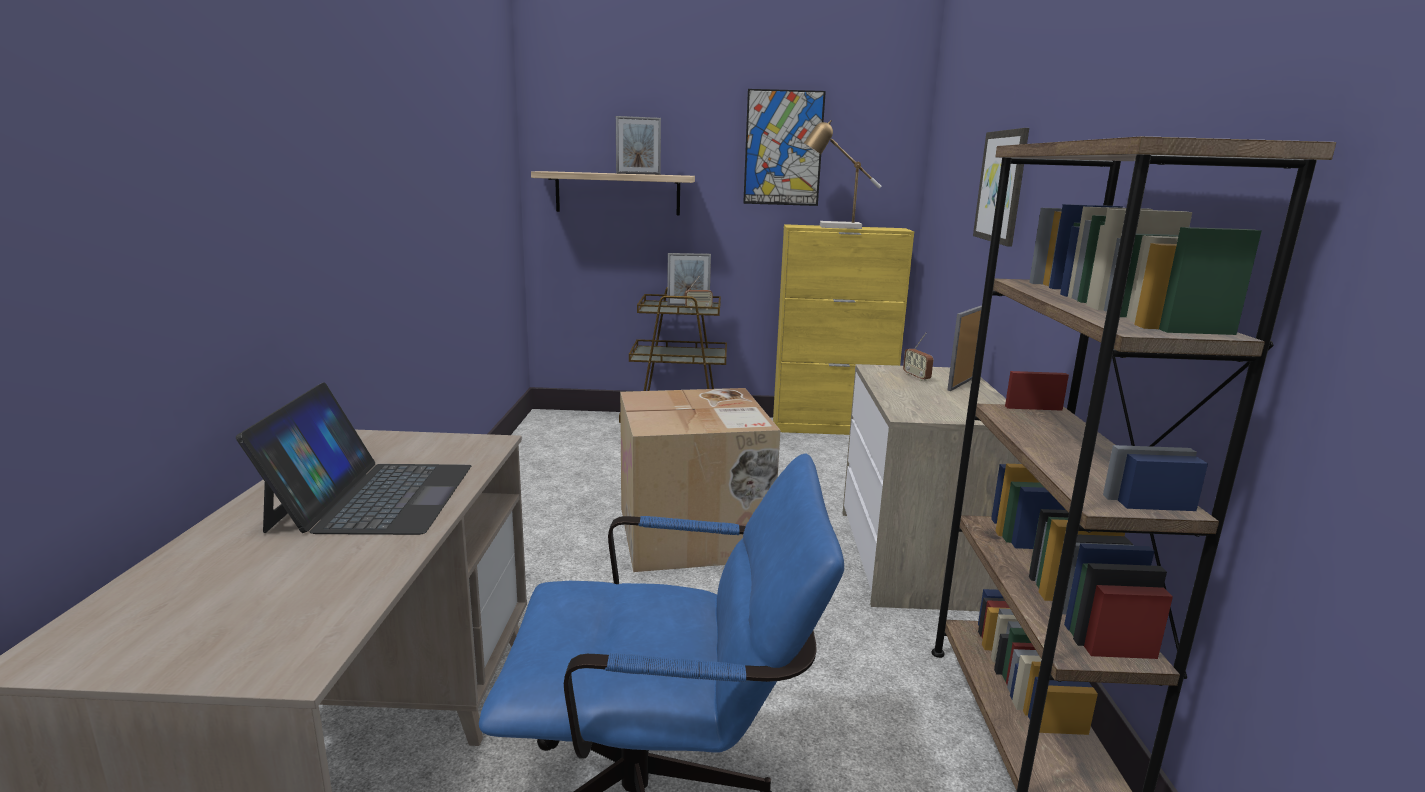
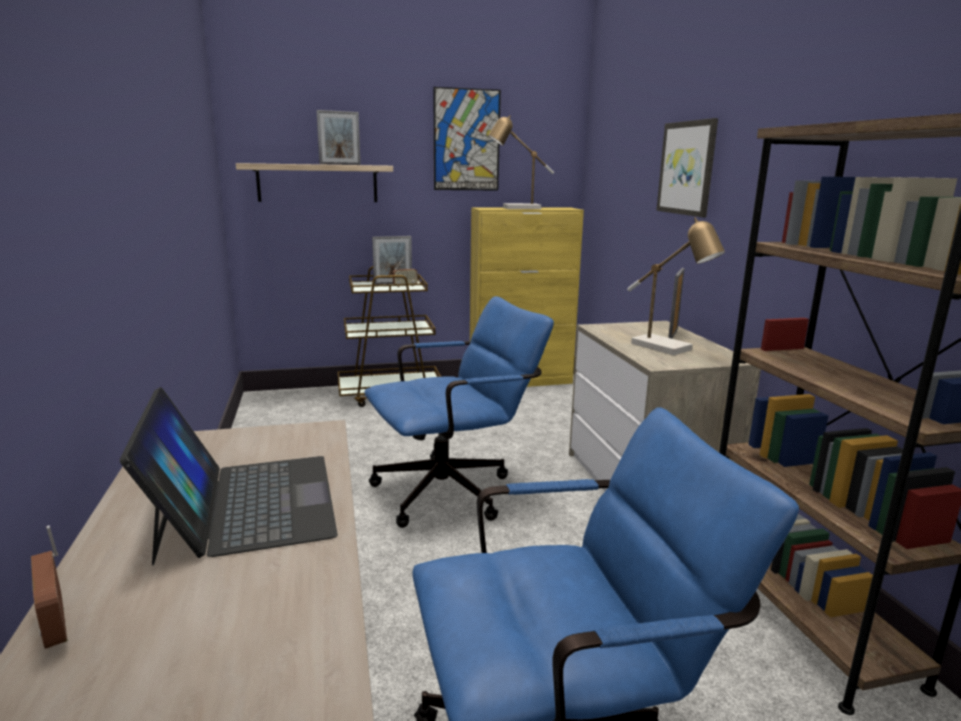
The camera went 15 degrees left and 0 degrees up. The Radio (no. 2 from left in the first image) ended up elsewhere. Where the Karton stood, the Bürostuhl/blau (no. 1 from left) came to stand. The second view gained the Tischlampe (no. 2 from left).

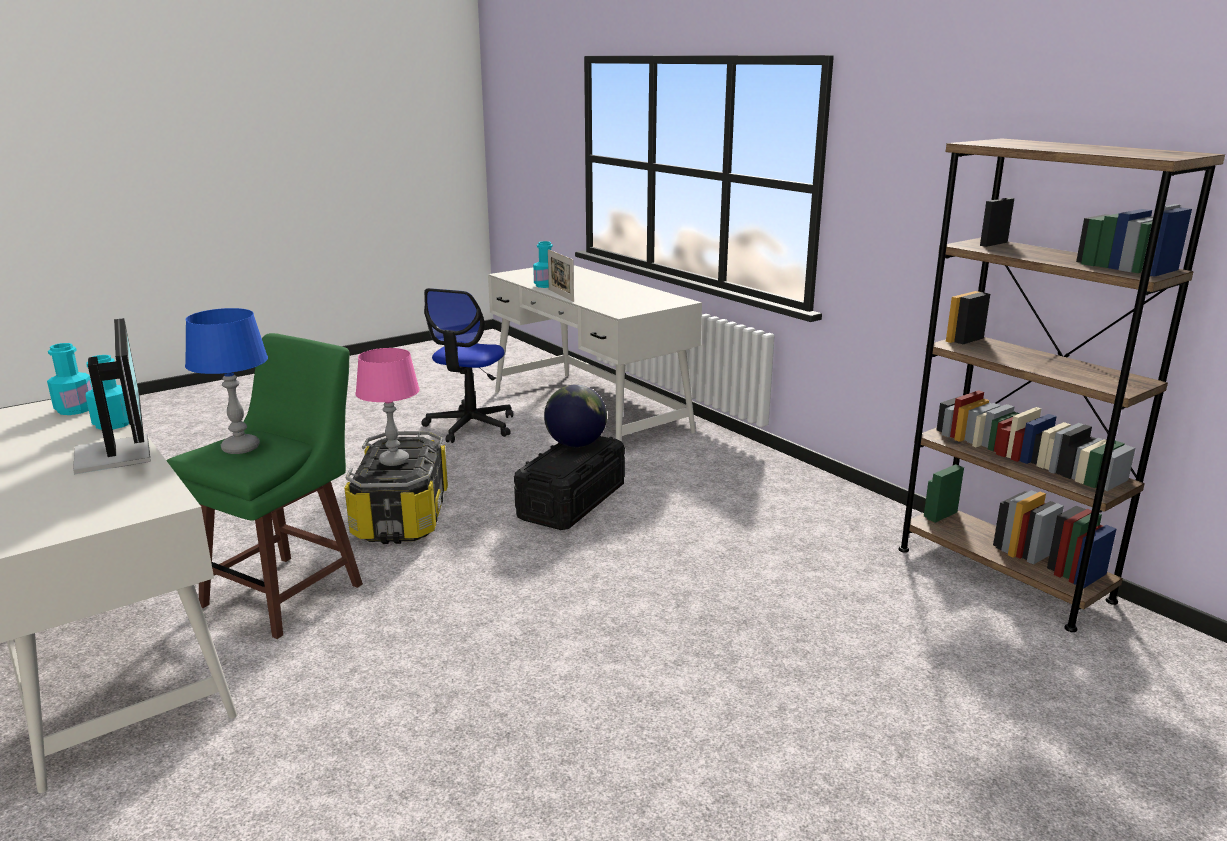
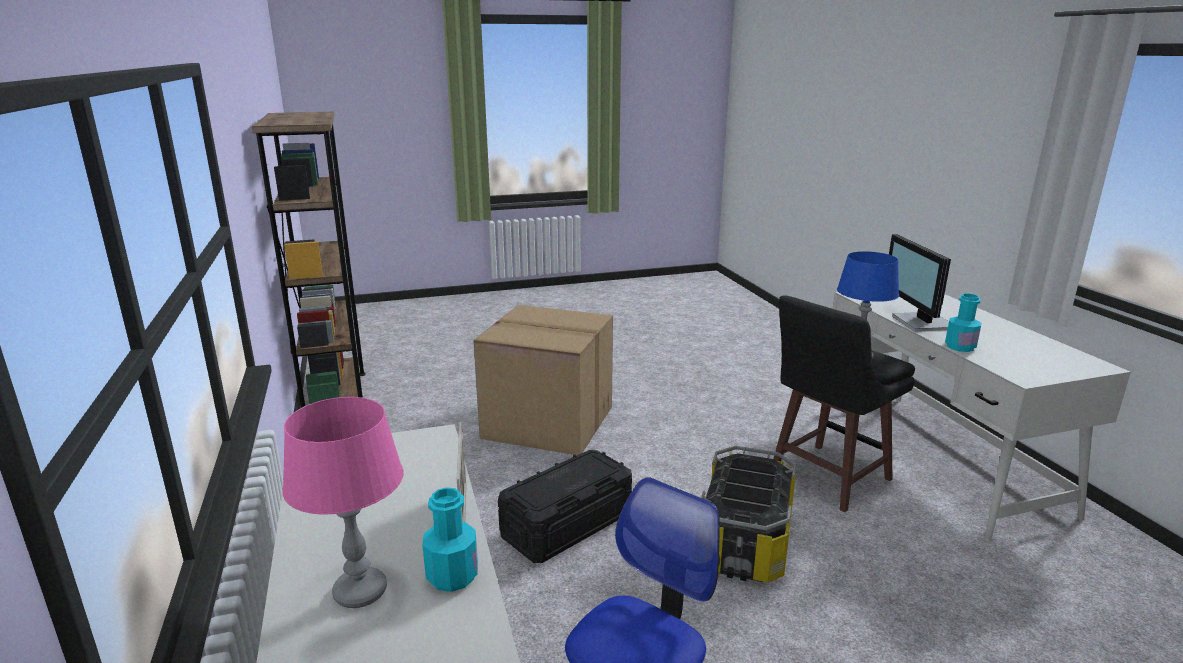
The camera went 160 degrees left and 0 degrees up. What was the Hocker/grün turned into the Hocker/schwarz. The second view lost the Flasche/türkis (no. 1 from left). The Tischlampe/rosa ended up elsewhere. The second view lost the Globus. The second view gained the Karton.

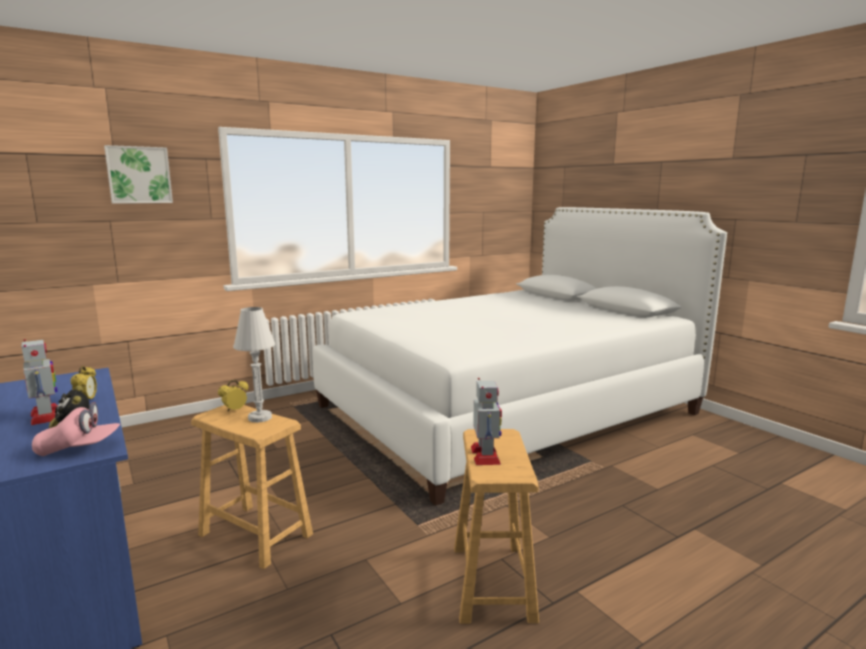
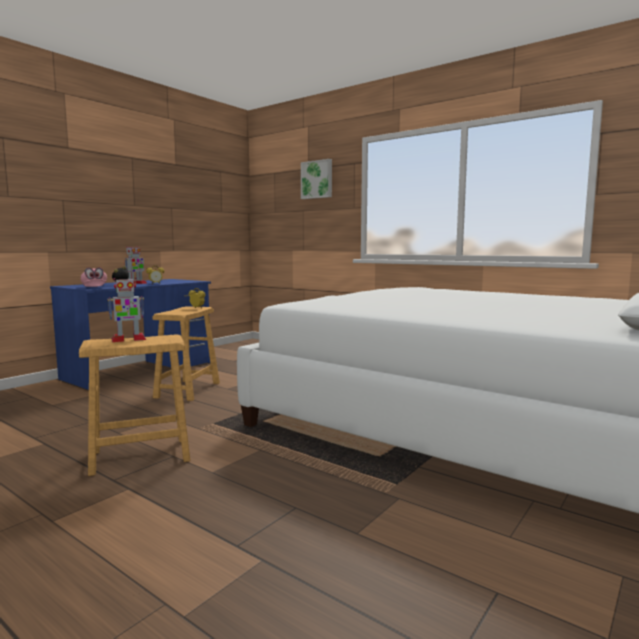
The camera went 70 degrees right and 5 degrees down. The second view lost the Tischlampe/weiß.

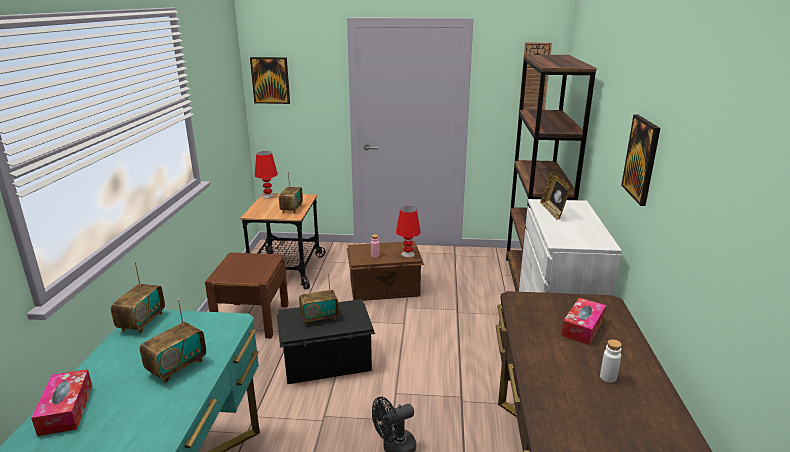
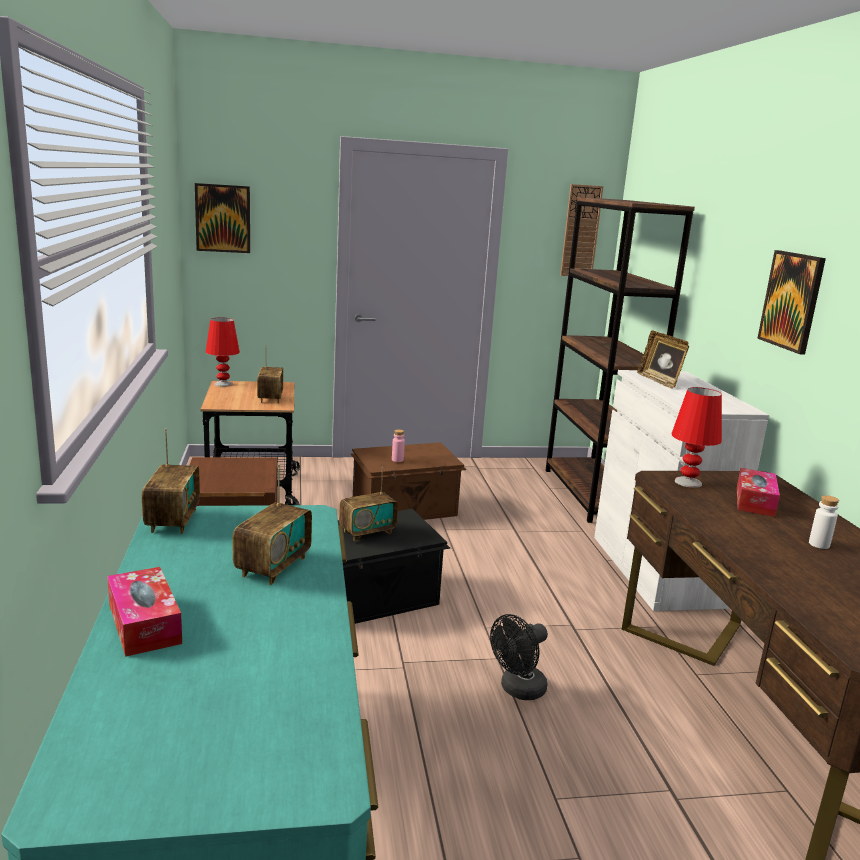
The camera went 15 degrees left and 5 degrees down. The Tischlampe/rot (no. 2 from left) ended up elsewhere.

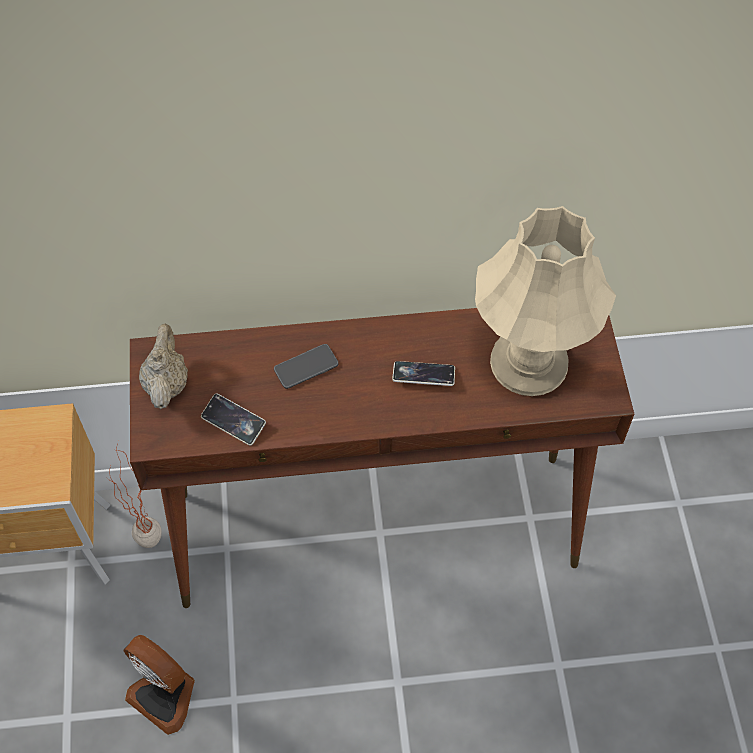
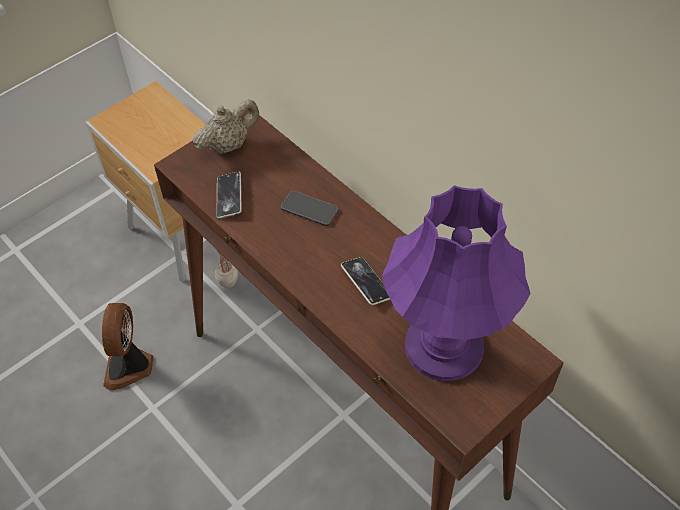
The camera went 55 degrees right and 5 degrees down. What was the Tischlampe/beige turned into the Tischlampe/lila.

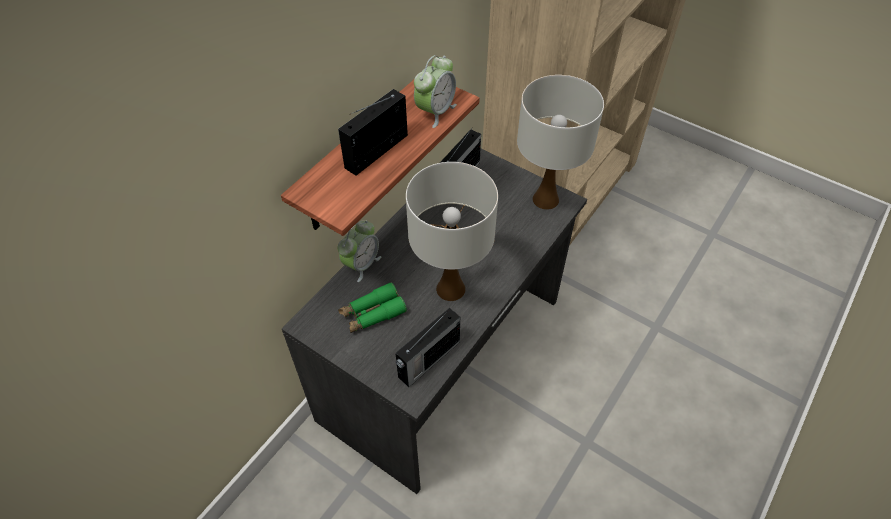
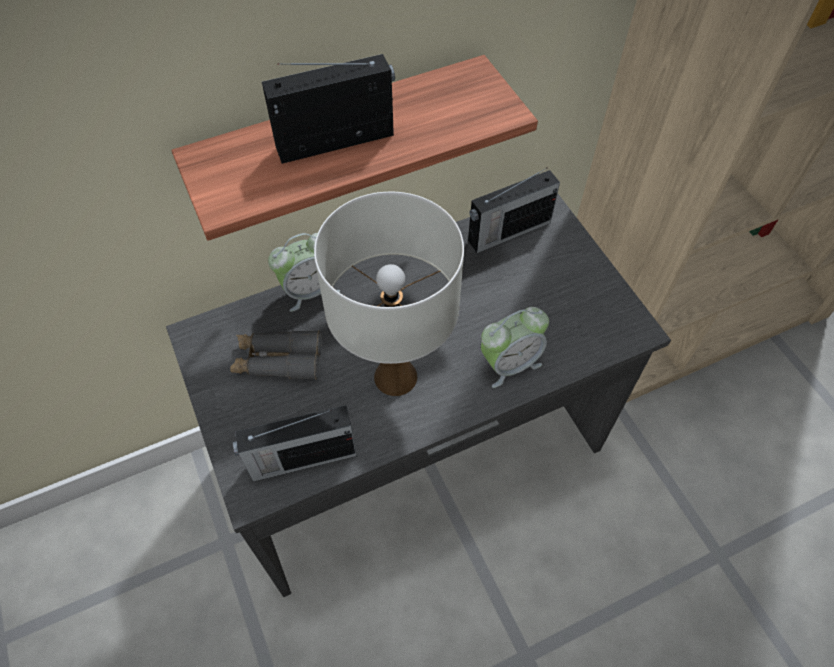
The camera went 30 degrees right and 5 degrees up. The Wecker (no. 2 from left) ended up elsewhere. The second view lost the Tischlampe/weiß (no. 2 from left). What was the Fernglas/grün turned into the Fernglas/grau.

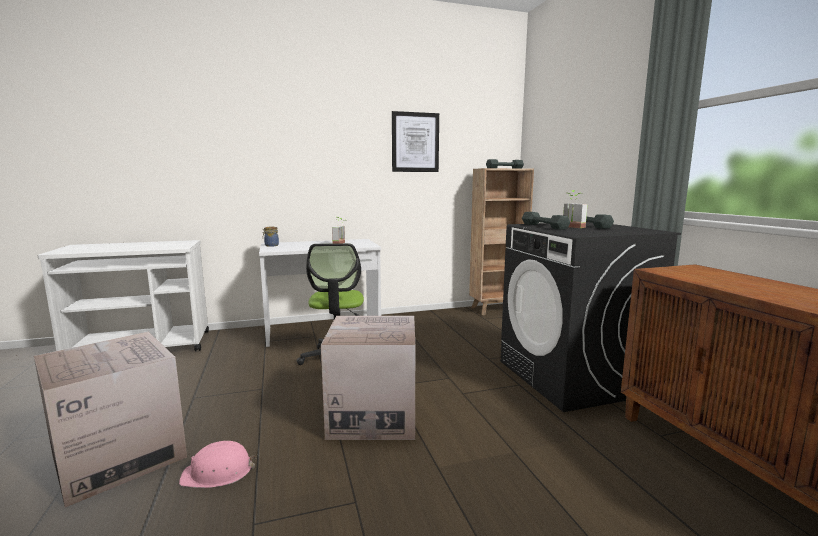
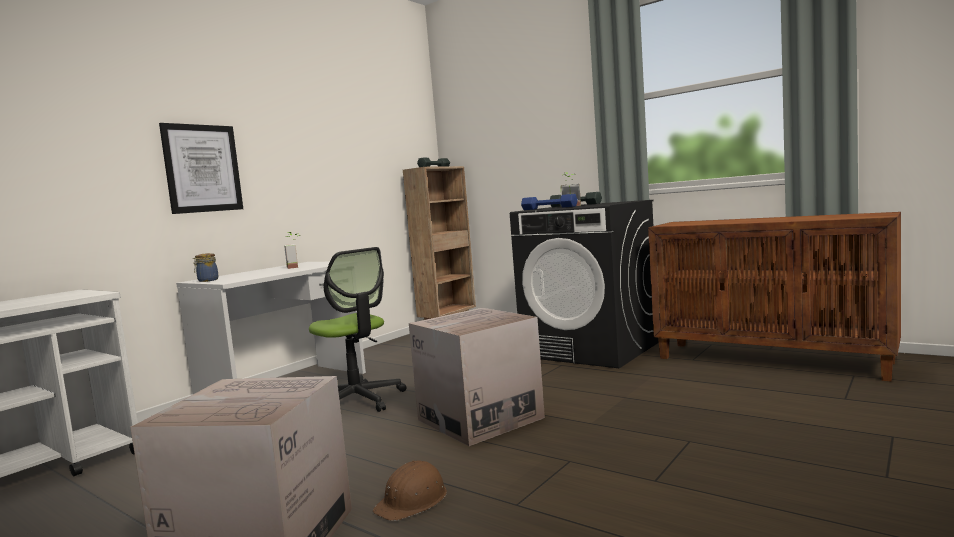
The camera went 35 degrees left and 5 degrees down. The Bild ended up elsewhere. What was the Hantel/grau (no. 2 from left) turned into the Hantel/blau. What was the Schutzhelm/rosa turned into the Schutzhelm/braun.

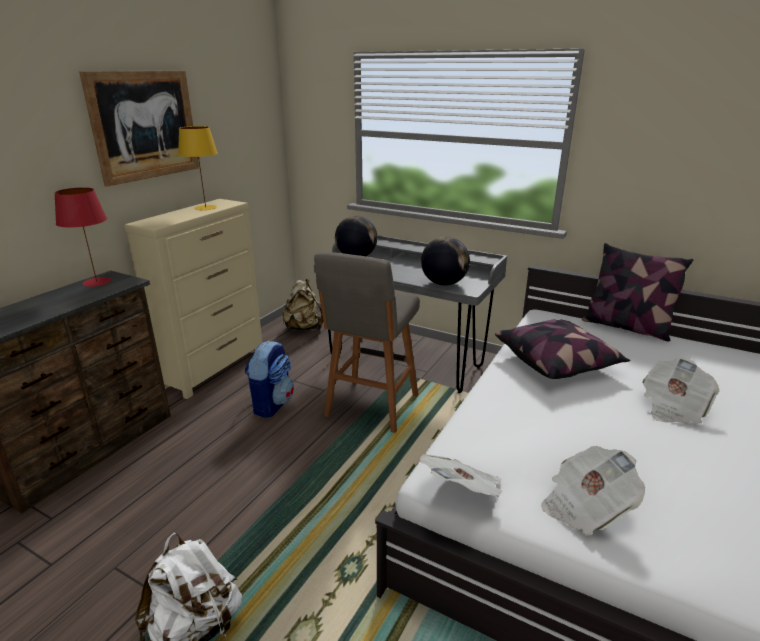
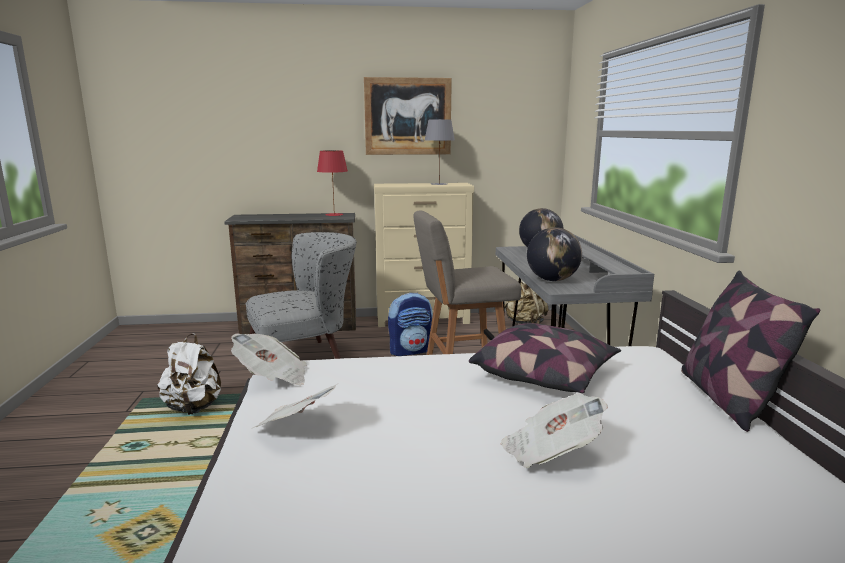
The camera went 55 degrees right and 10 degrees down. What was the Tischlampe/gelb turned into the Tischlampe/grau. The second view gained the Sessel/grau.

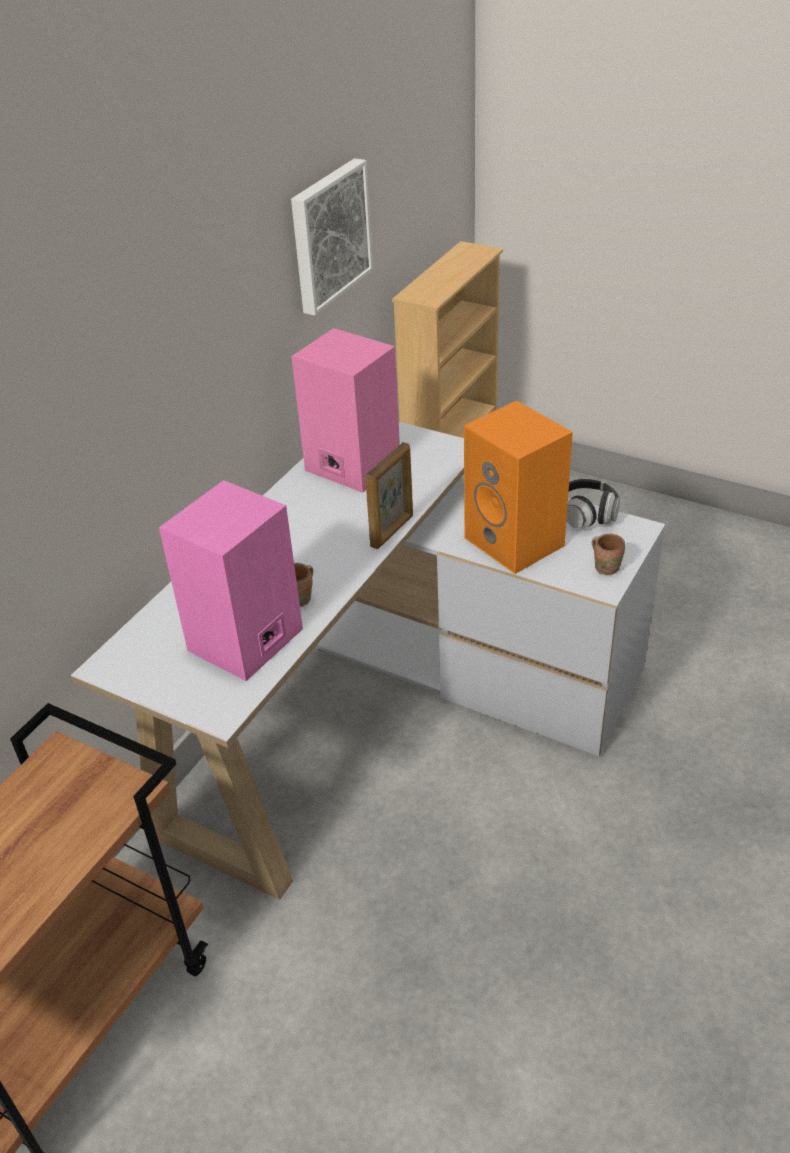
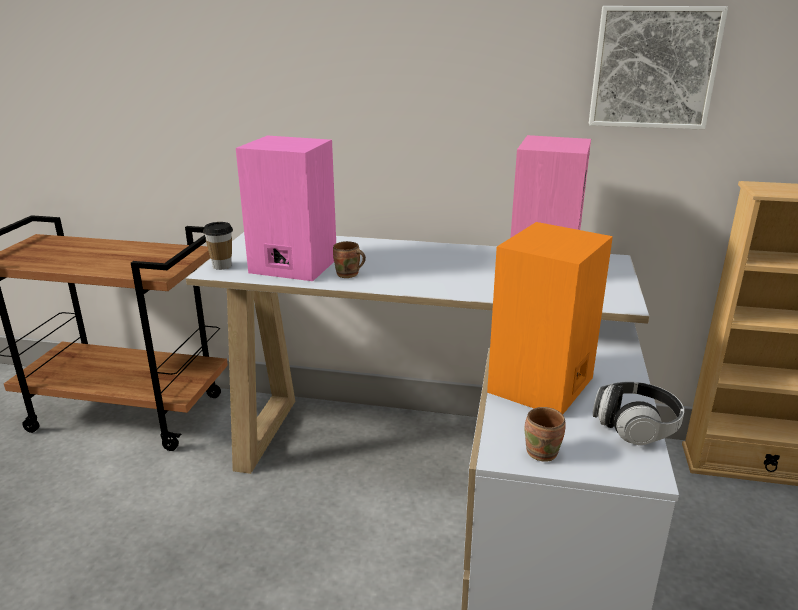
The camera went 70 degrees right and 15 degrees down. The second view lost the Bilderrahmen. The second view gained the Tasse.

